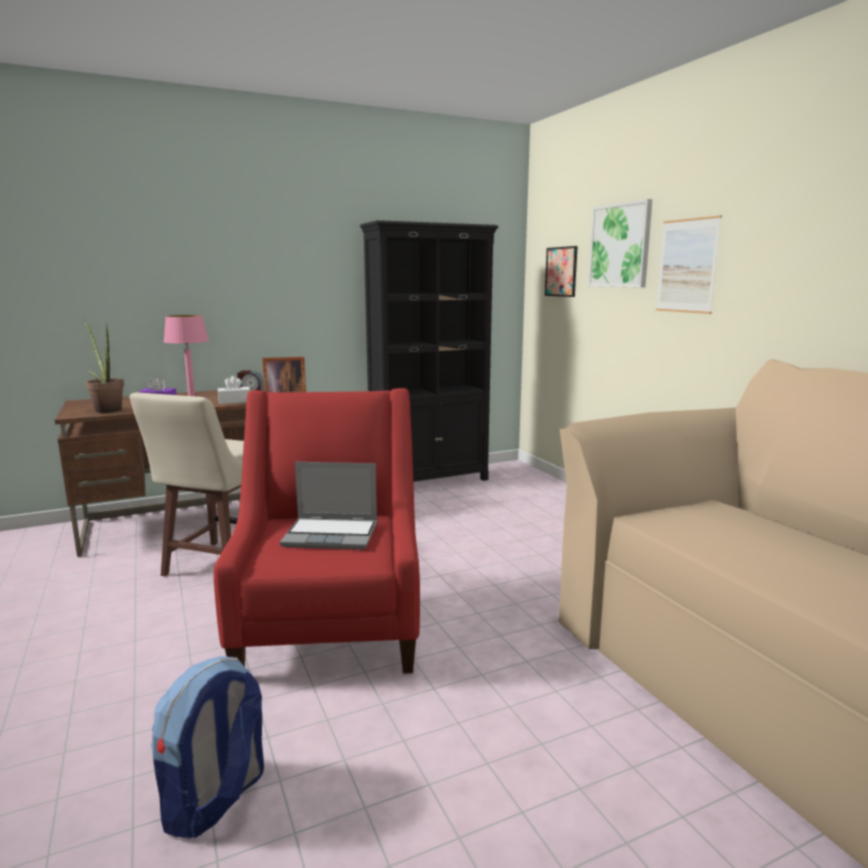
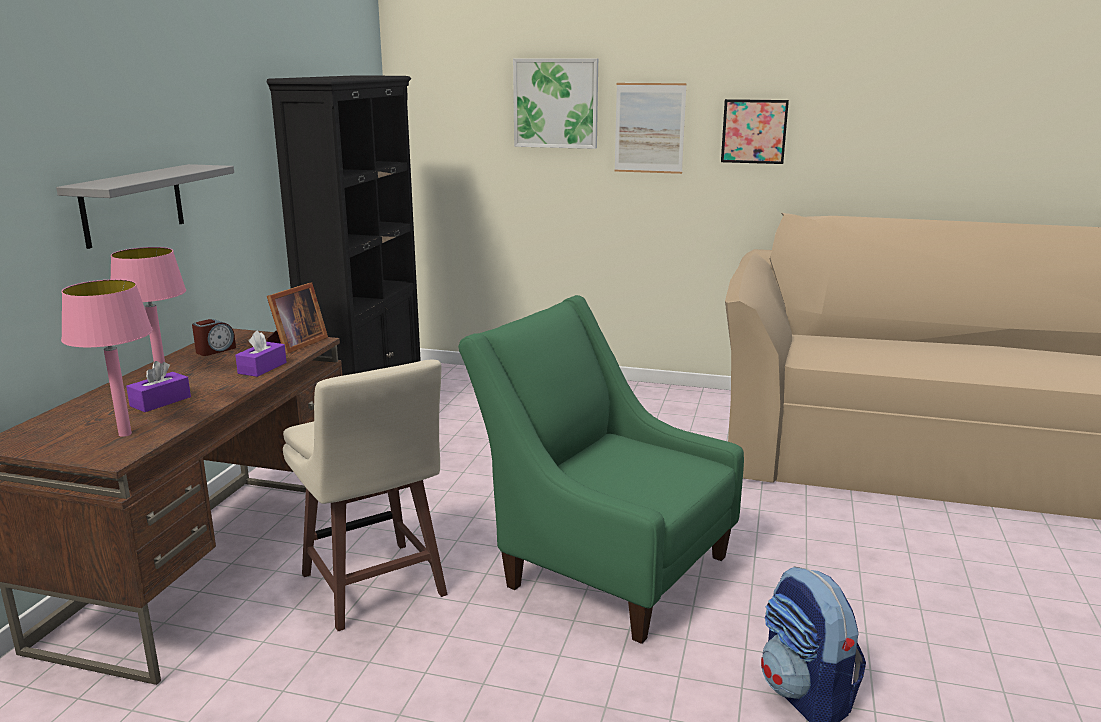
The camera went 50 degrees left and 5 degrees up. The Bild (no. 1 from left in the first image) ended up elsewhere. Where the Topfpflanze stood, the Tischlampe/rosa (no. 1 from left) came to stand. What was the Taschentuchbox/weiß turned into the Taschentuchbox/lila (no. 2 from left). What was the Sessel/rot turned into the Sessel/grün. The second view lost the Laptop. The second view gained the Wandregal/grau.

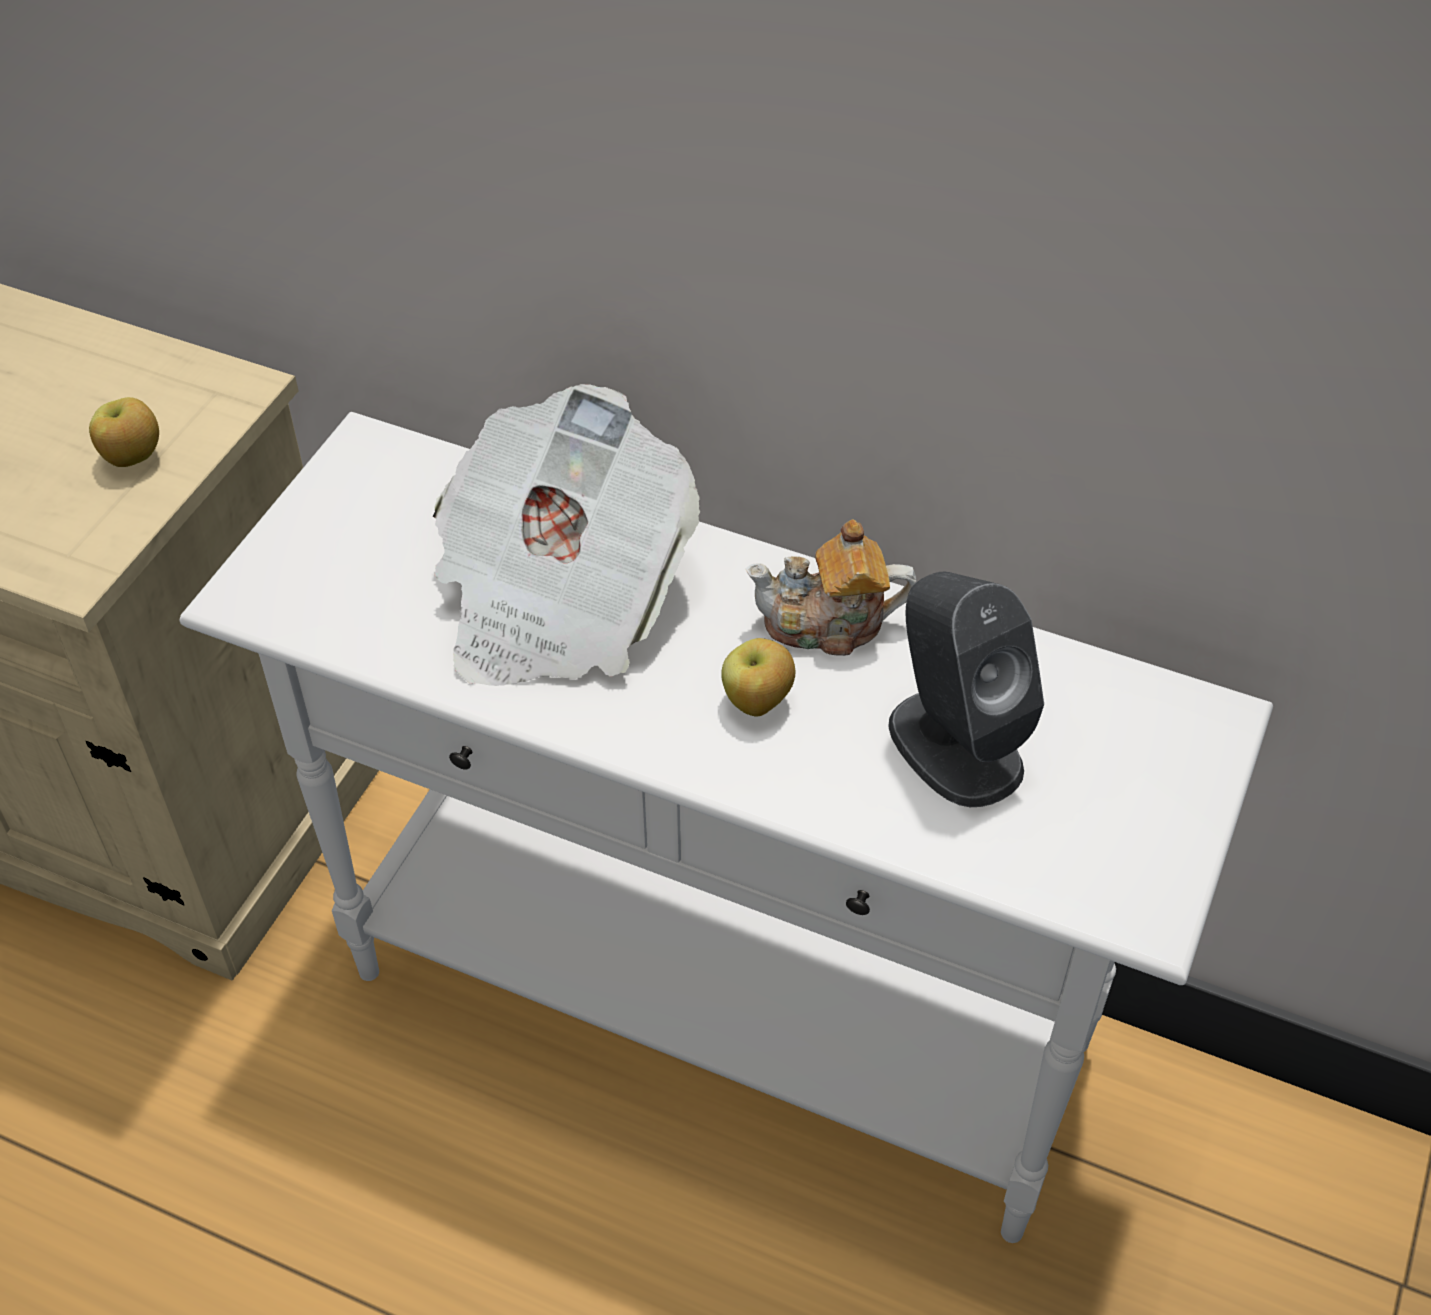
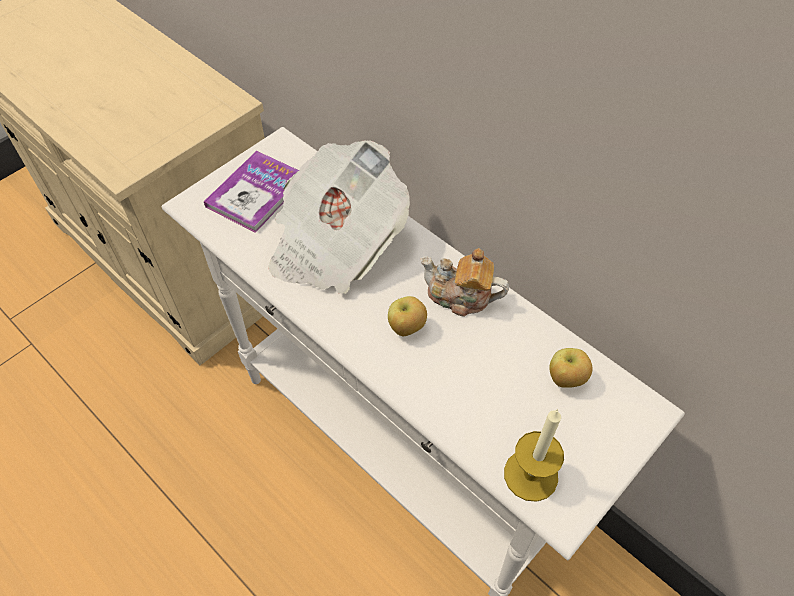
The camera went 20 degrees right and 5 degrees up. The Apfel (no. 1 from left in the first image) ended up elsewhere. The second view lost the Lautsprecher/grau. The second view gained the Buch. The second view gained the Kerze.

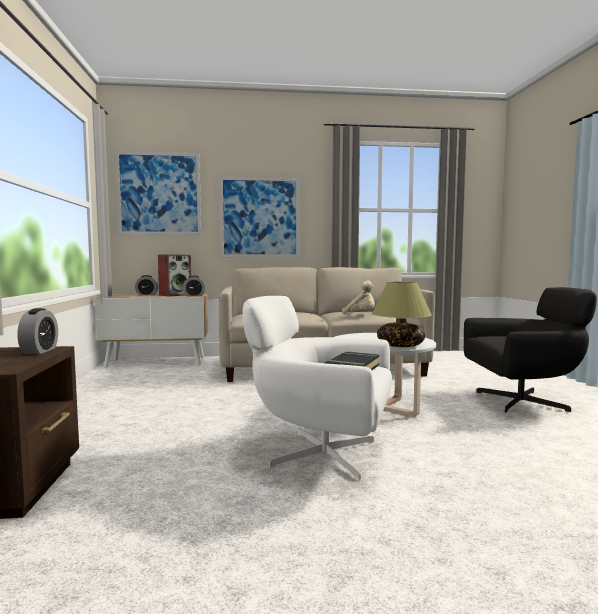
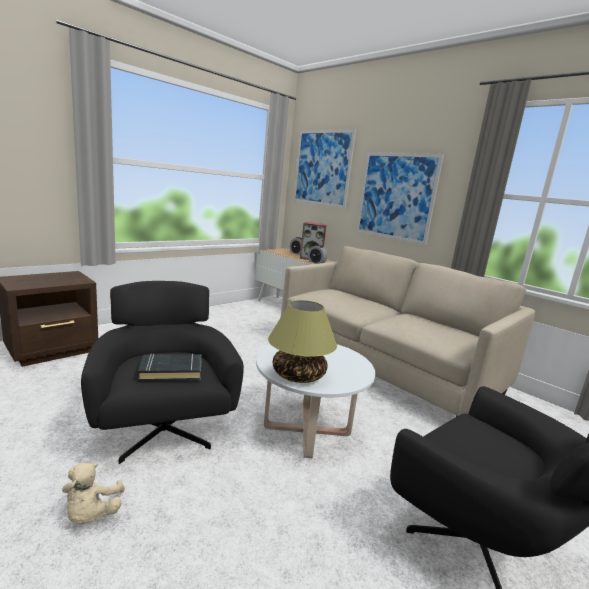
The camera went 50 degrees right and 10 degrees up. The Plüschtier/beige ended up elsewhere. What was the Sessel/weiß turned into the Sessel/schwarz (no. 1 from left). The second view lost the Wecker (no. 1 from left).

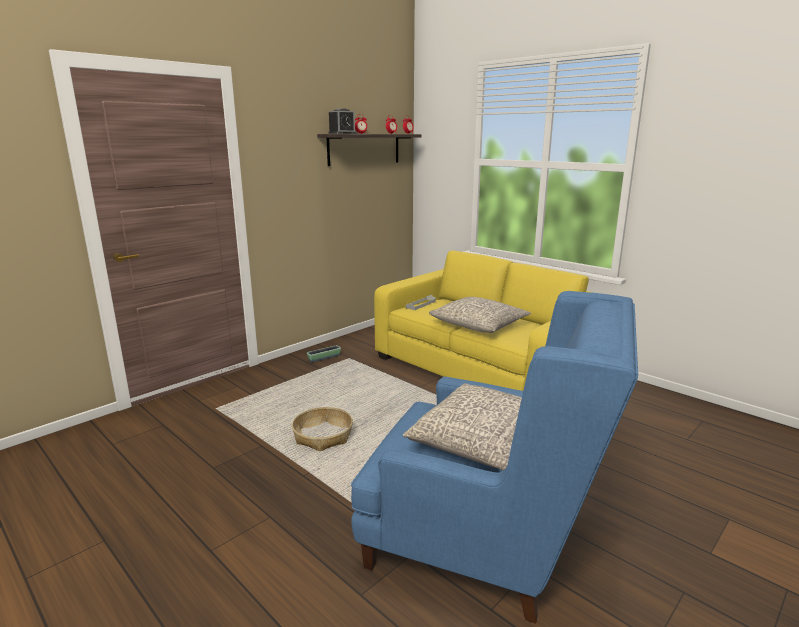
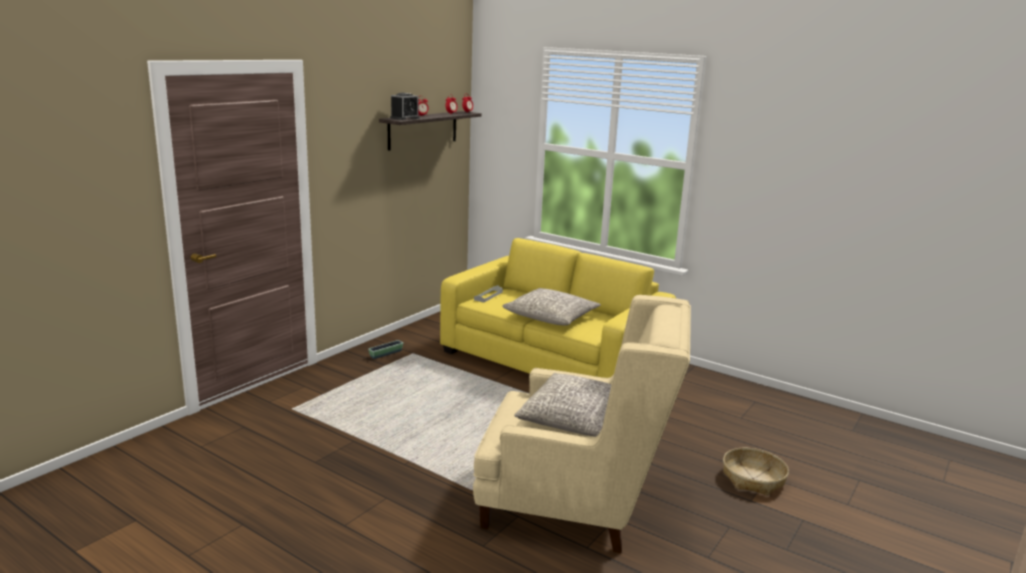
The camera went 10 degrees left and 0 degrees up. What was the Sessel/blau turned into the Sessel/beige. The Korb ended up elsewhere.

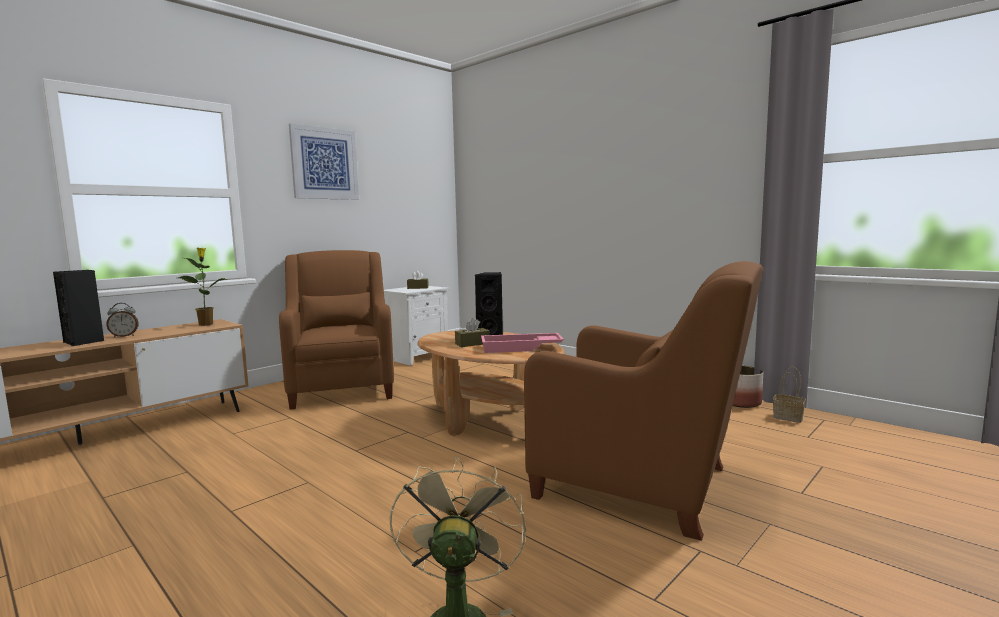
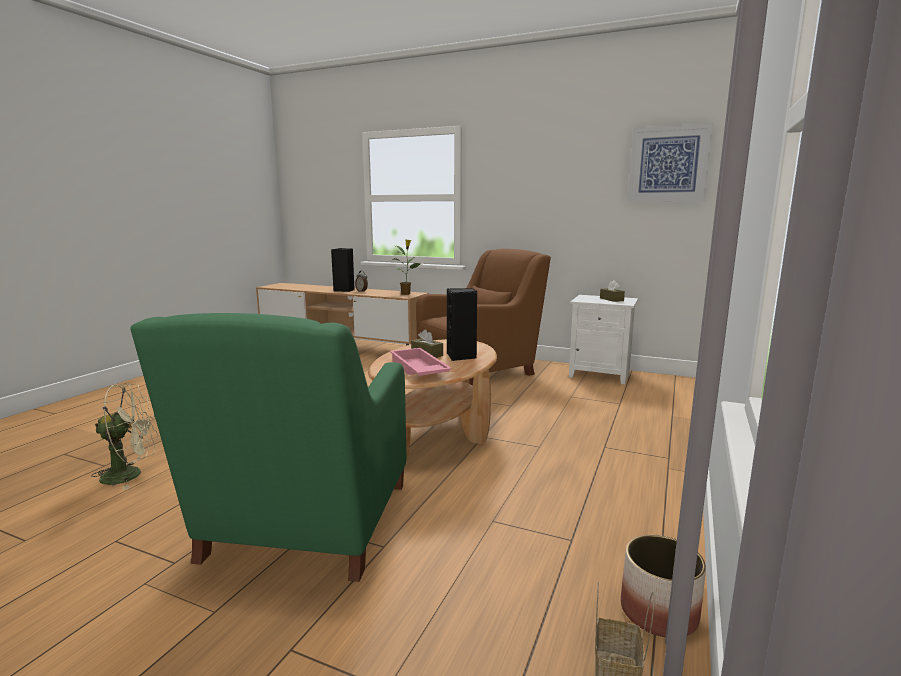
The camera went 70 degrees right and 5 degrees up. The Bild ended up elsewhere. What was the Sessel/braun (no. 2 from left) turned into the Sessel/grün.

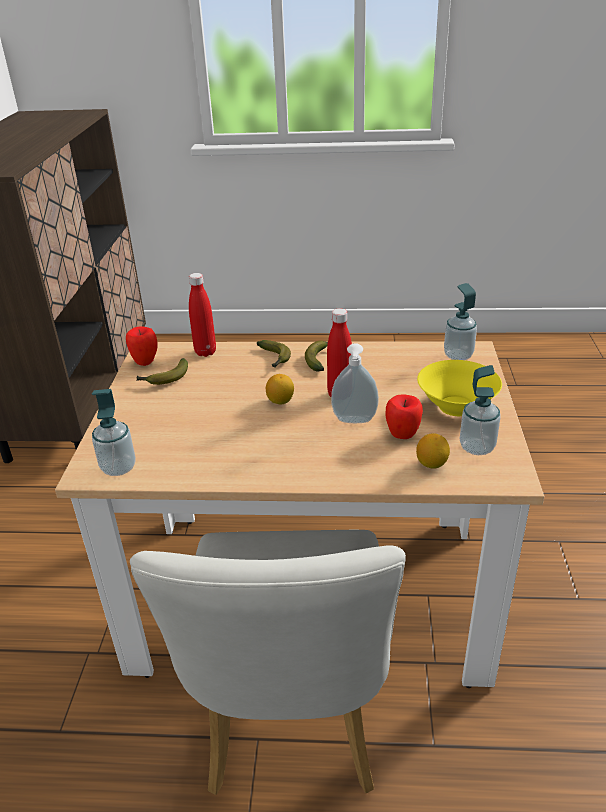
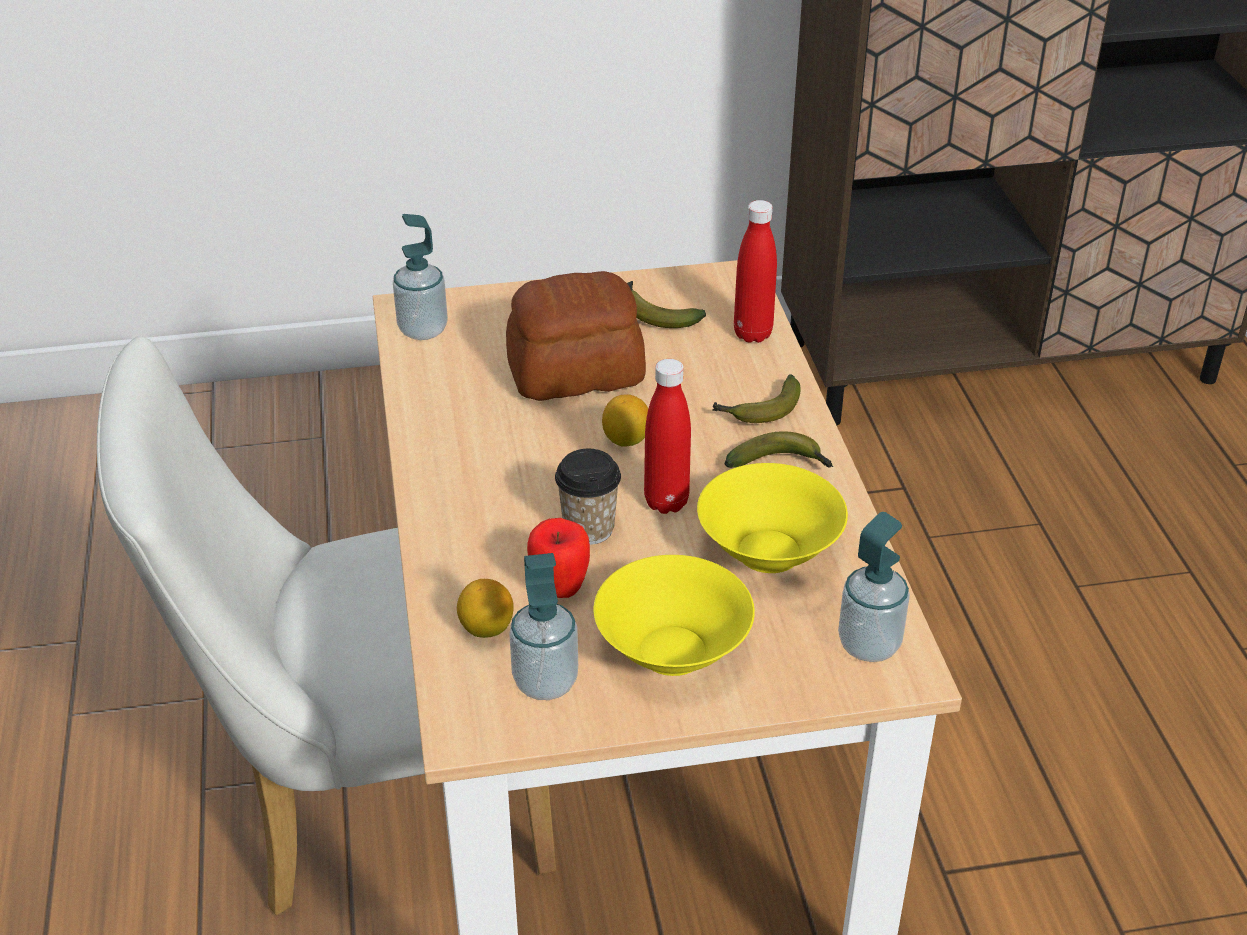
The camera went 75 degrees right and 5 degrees up. The second view lost the Apfel (no. 1 from left). Where the Seifenspender (no. 2 from left) stood, the Tasse came to stand. The second view gained the Brot. The second view gained the Schüssel/gelb (no. 2 from left).

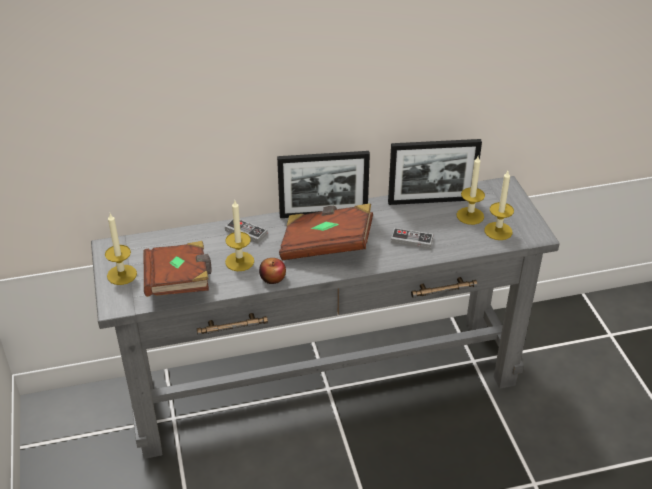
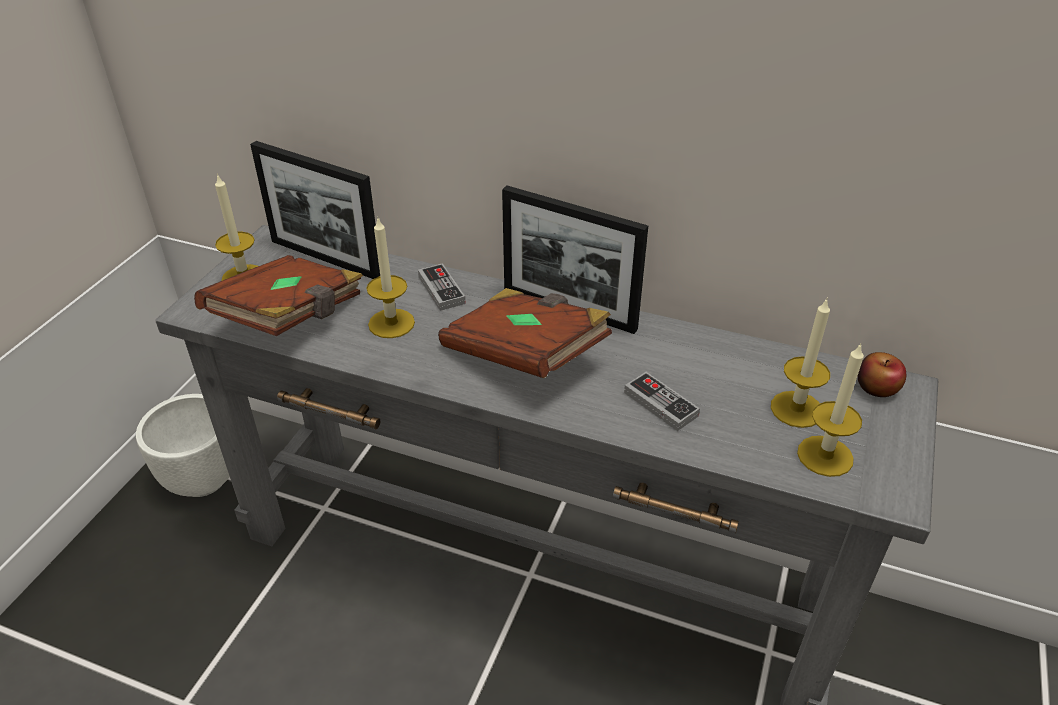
The camera went 35 degrees right and 0 degrees up. The Bilderrahmen (no. 2 from left in the first image) ended up elsewhere. The Apfel ended up elsewhere. The second view gained the Pflanzkübel/weiß.

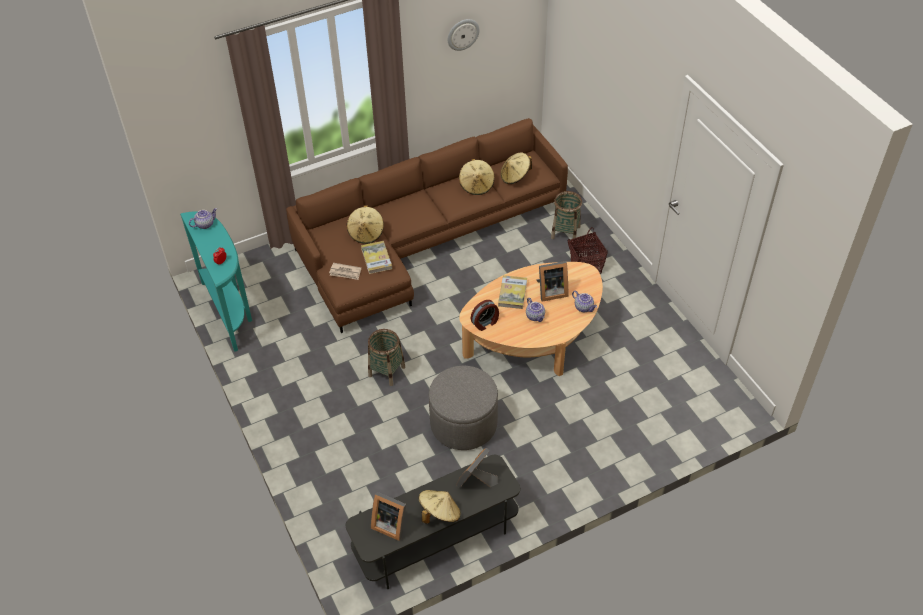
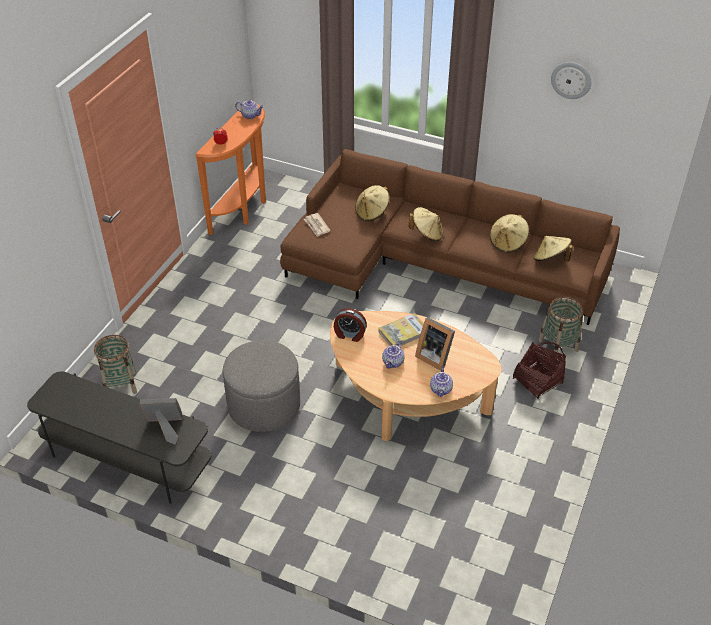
The camera went 50 degrees right and 5 degrees down. What was the Konsolentisch/türkis turned into the Konsolentisch/orange. The second view lost the Buch (no. 1 from left). The Korb (no. 1 from left) ended up elsewhere. The Hut/beige (no. 2 from left) ended up elsewhere. The second view lost the Bilderrahmen (no. 1 from left).

